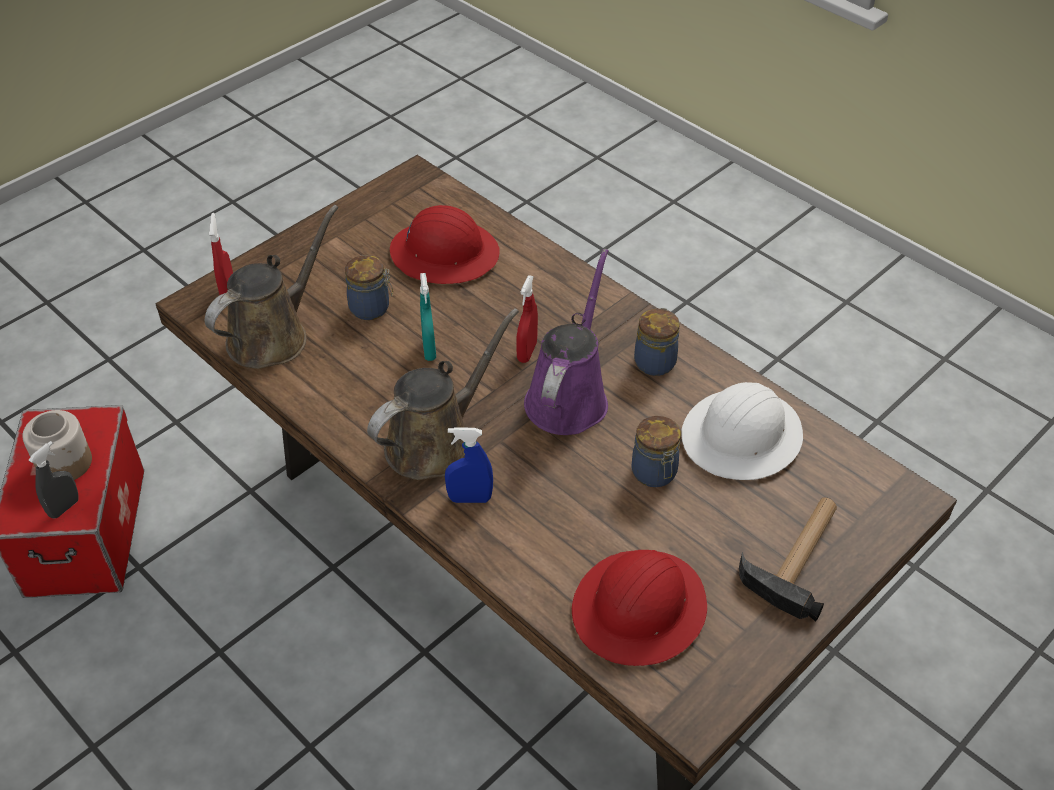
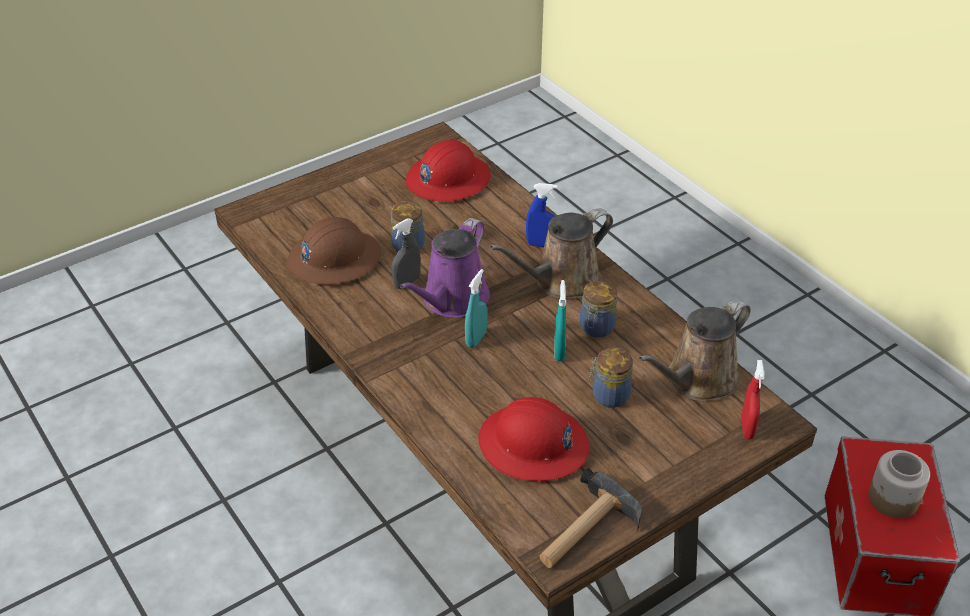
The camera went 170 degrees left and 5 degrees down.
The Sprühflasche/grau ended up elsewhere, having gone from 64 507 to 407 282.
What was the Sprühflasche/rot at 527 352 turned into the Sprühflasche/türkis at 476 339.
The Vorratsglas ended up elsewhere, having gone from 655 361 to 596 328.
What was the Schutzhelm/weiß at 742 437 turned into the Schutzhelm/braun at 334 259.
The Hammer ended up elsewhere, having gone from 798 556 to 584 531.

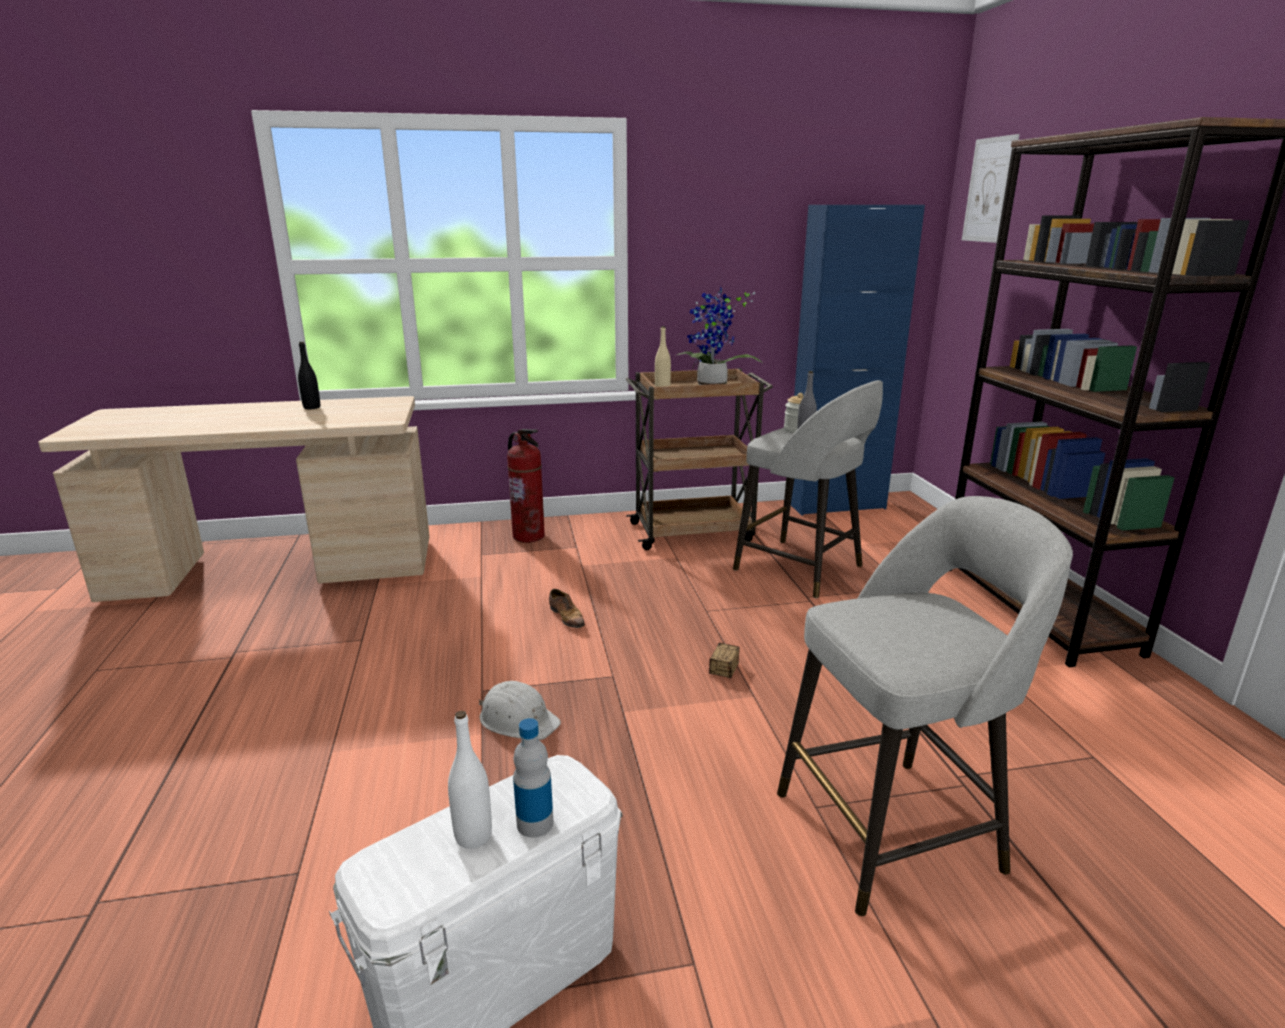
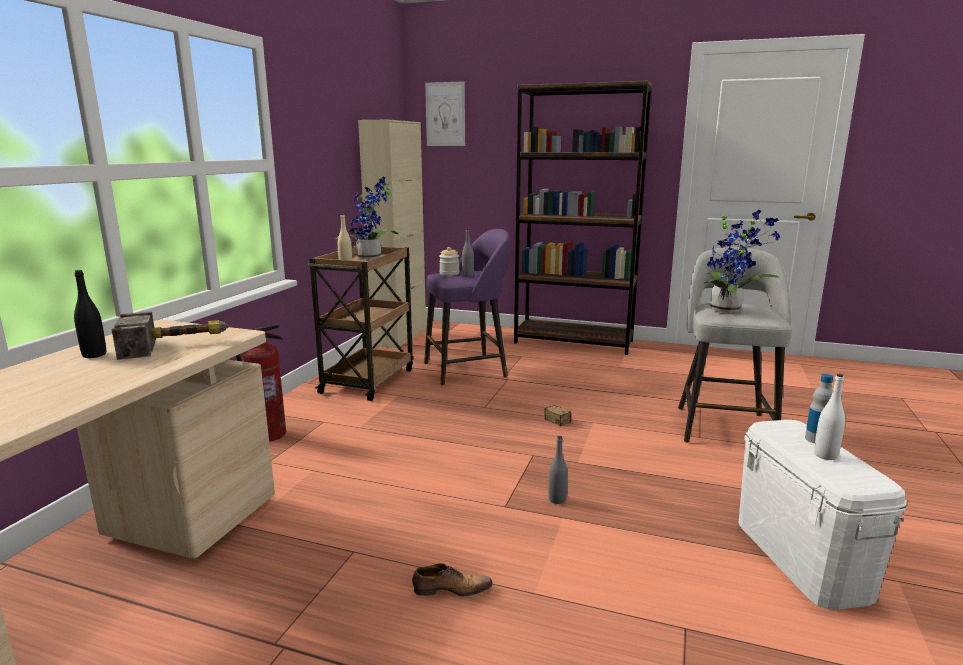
The camera went 60 degrees left and 5 degrees down.
Where the Schutzhelm/weiß stood at 518 720, the Flasche/grau came to stand at 557 499.
The Schuh ended up elsewhere, having gone from 567 617 to 450 589.
What was the Hocker/grau at 801 569 turned into the Hocker/lila at 467 369.
What was the Schrank/blau at 835 505 turned into the Schrank/beige at 399 337.
The second view gained the Hammer at 177 345.
The second view gained the Topfpflanze at 729 310.

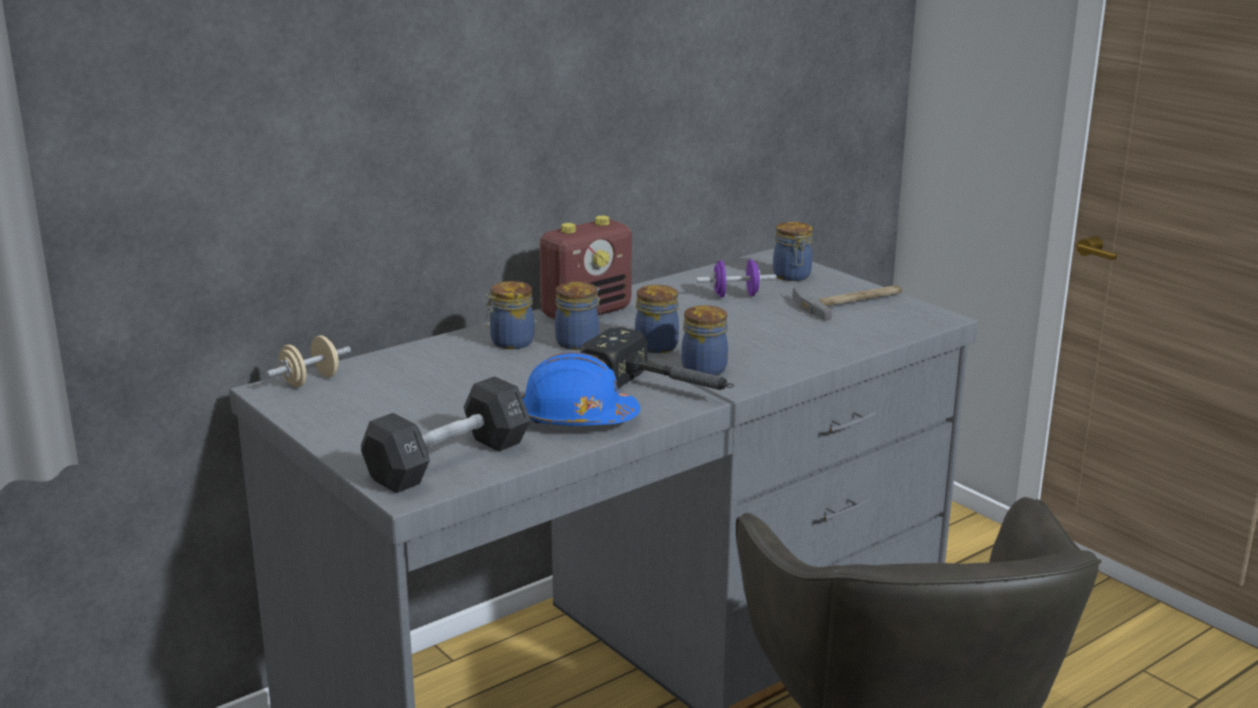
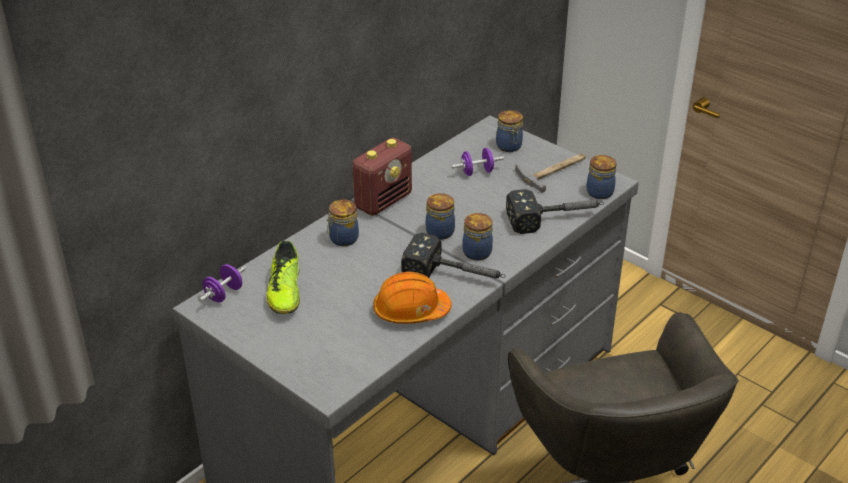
The camera went 10 degrees left and 15 degrees up.
What was the Hantel/beige at 310 381 turned into the Hantel/lila at 224 294.
The second view lost the Hantel/schwarz at 448 461.
What was the Schutzhelm/blau at 576 418 turned into the Schutzhelm/orange at 410 311.
The Vorratsglas ended up elsewhere, having gone from 579 342 to 600 192.
The second view gained the Schuh at 285 291.
The second view gained the Hammer at 556 218.

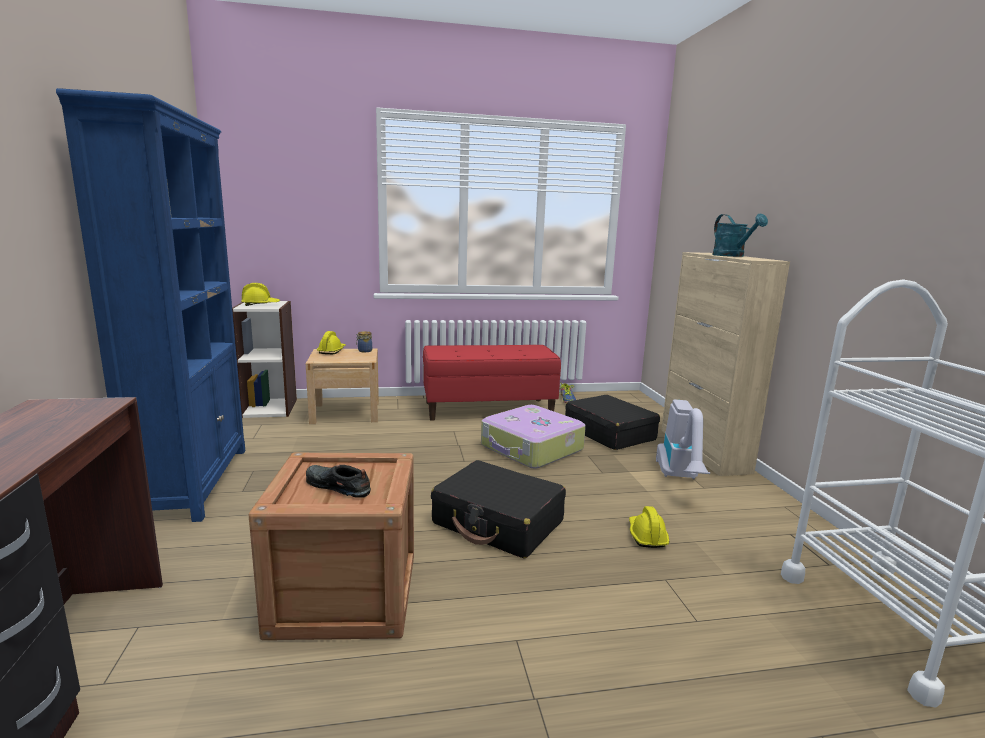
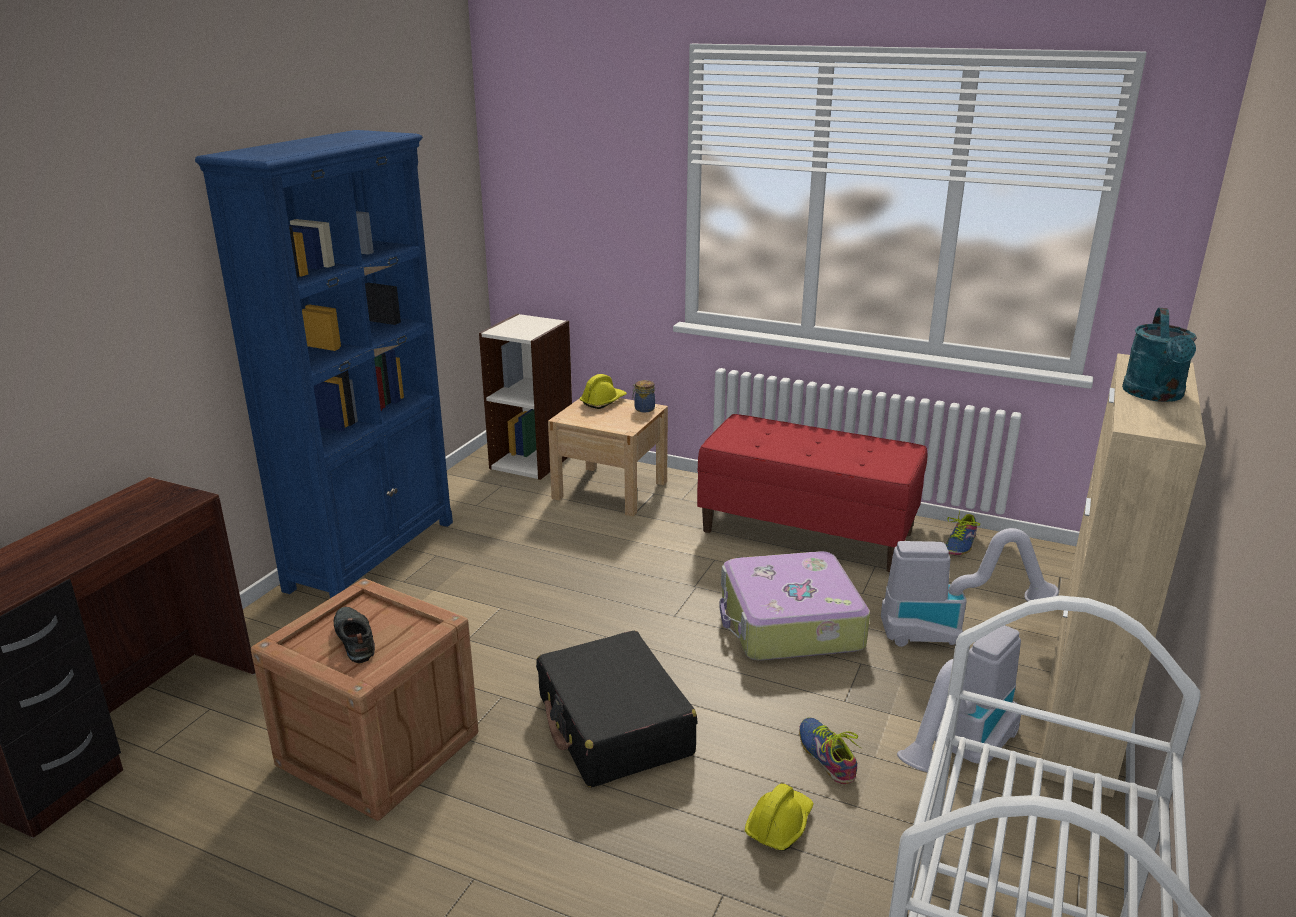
The camera went 35 degrees right and 10 degrees up.
The second view lost the Schutzhelm/gelb at 260 304.
Where the Koffer/schwarz stood at 609 433, the Staubsauger came to stand at 949 632.
The second view gained the Schuh at 826 756.

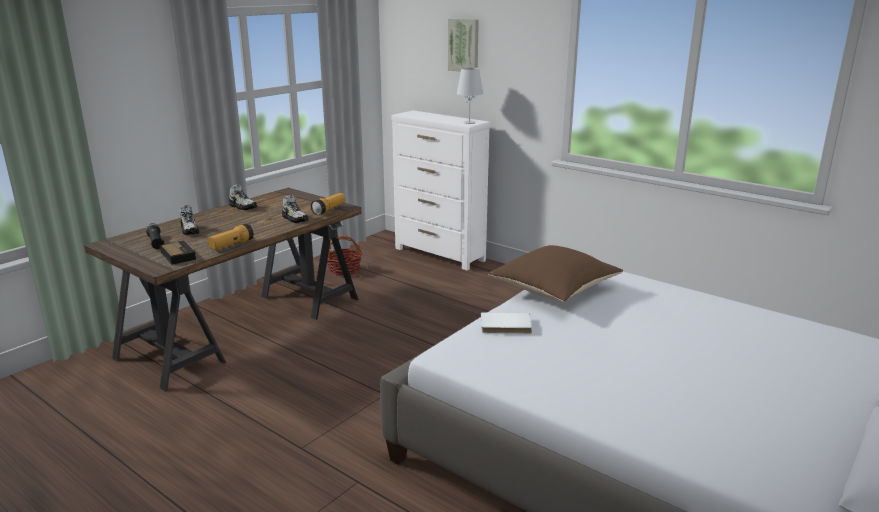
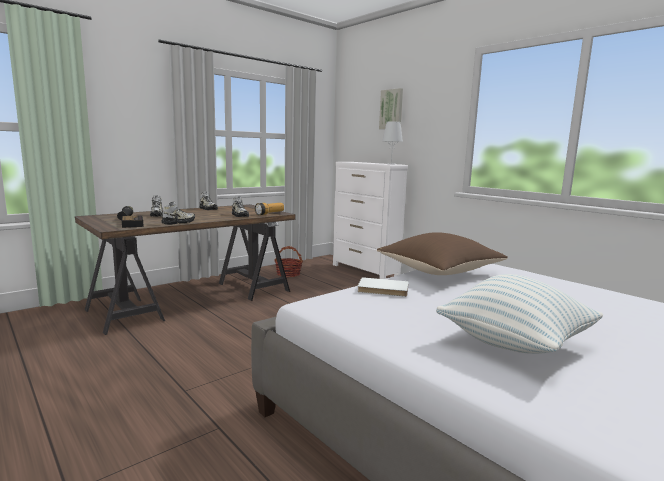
The camera went 10 degrees right and 10 degrees down.
Where the Taschenlampe stood at 231 245, the Schuh came to stand at 178 222.
The second view gained the Kissen at 515 344.

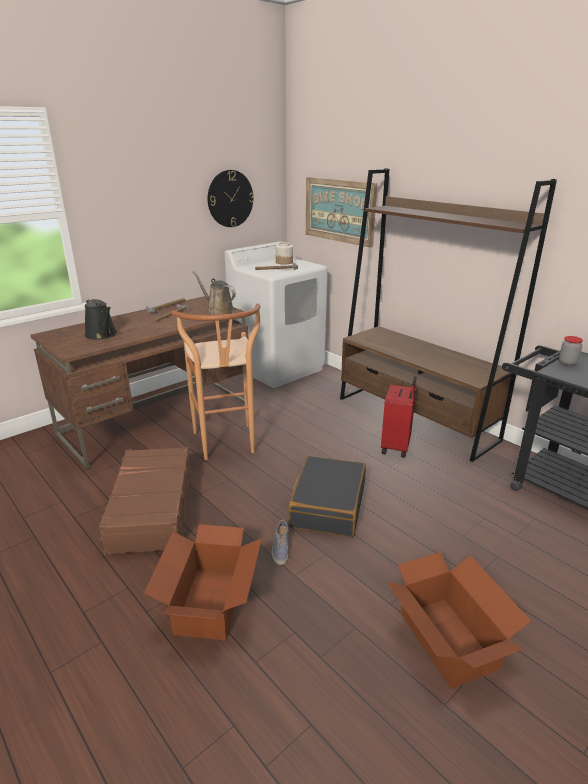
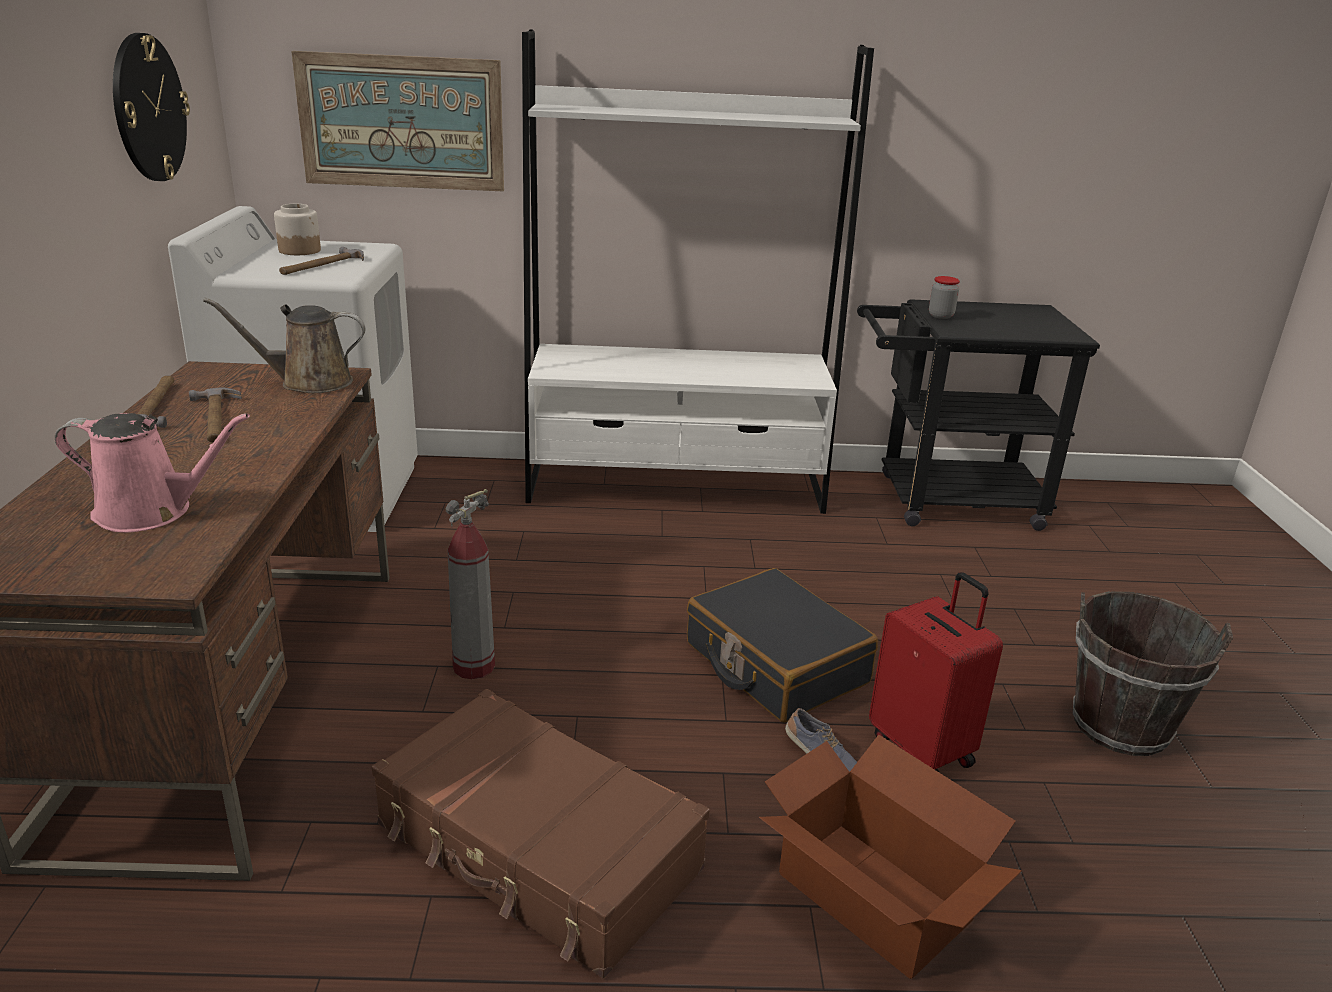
The camera went 50 degrees left and 0 degrees up.
What was the Gießkanne/schwarz at 102 335 turned into the Gießkanne/rosa at 151 512.
Where the Hocker/braun stood at 226 446, the Feuerlöscher came to stand at 473 667.
What was the Bücherregal/braun at 415 419 turned into the Bücherregal/weiß at 676 487.
The Koffer/rot ended up elsewhere, having gone from 396 447 to 923 748.
Where the Karton stood at 447 641, the Eimer/braun came to stand at 1120 726.

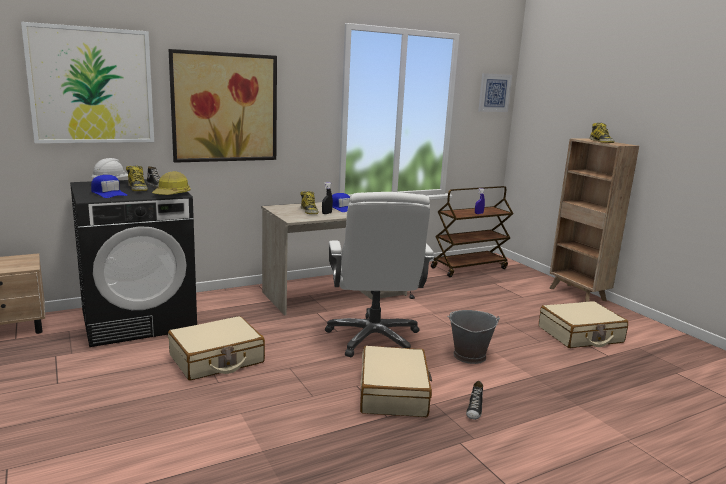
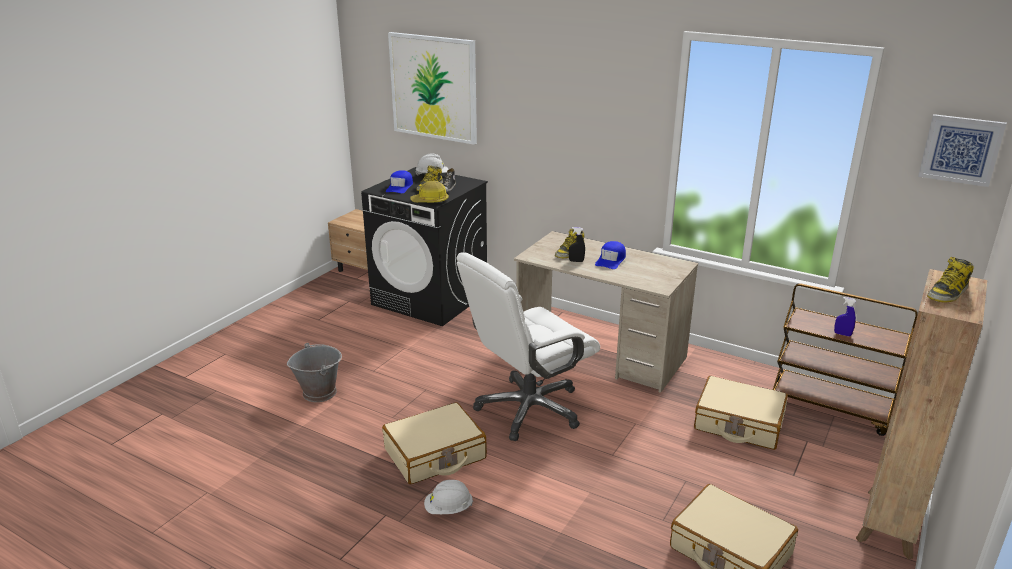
The camera went 60 degrees right and 10 degrees up.
The second view lost the Bild at 225 107.
The Koffer/beige ended up elsewhere, having gone from 217 359 to 738 423.
The Eimer/grau ended up elsewhere, having gone from 469 355 to 319 392.
Where the Schuh stood at 474 410, the Schutzhelm/weiß came to stand at 448 509.

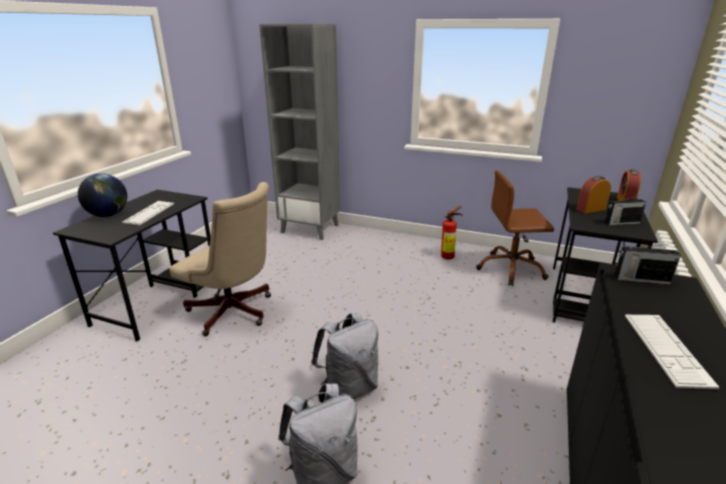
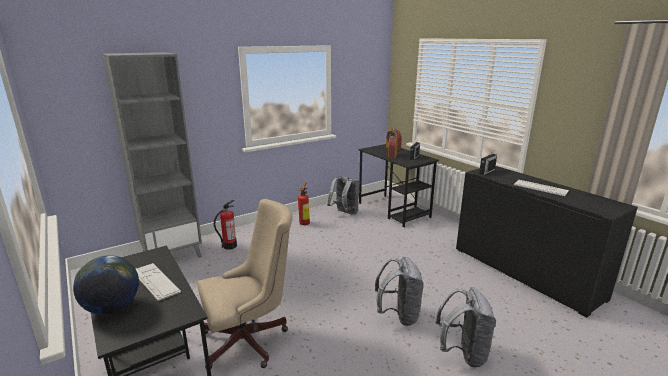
The camera went 55 degrees left and 5 degrees down.
Where the Bürostuhl/braun stood at 511 269, the Rucksack/grau came to stand at 344 213.
The second view gained the Feuerlöscher at 229 246.

